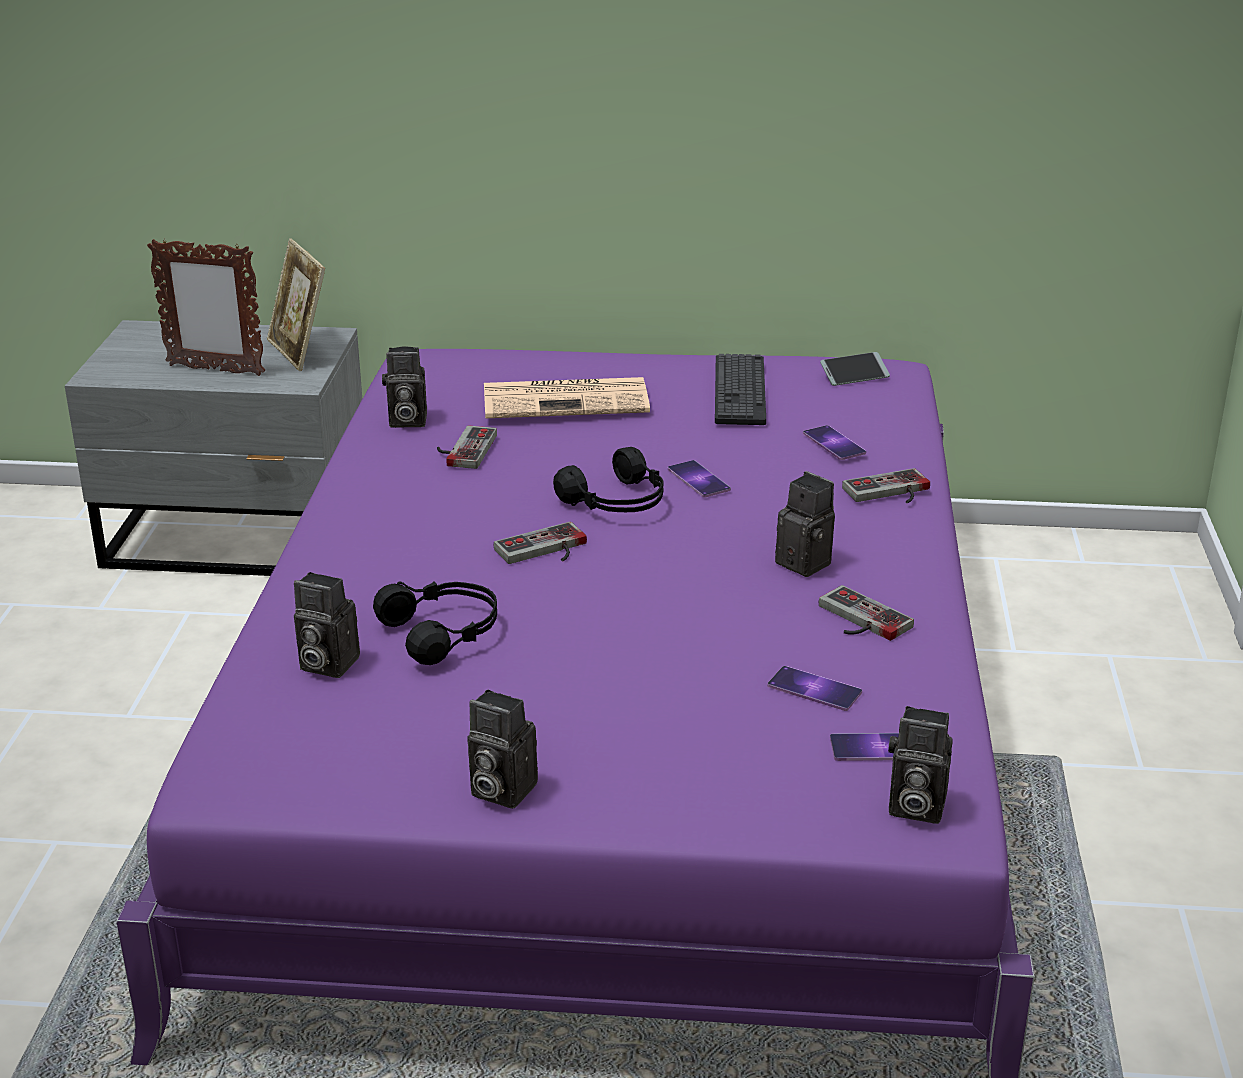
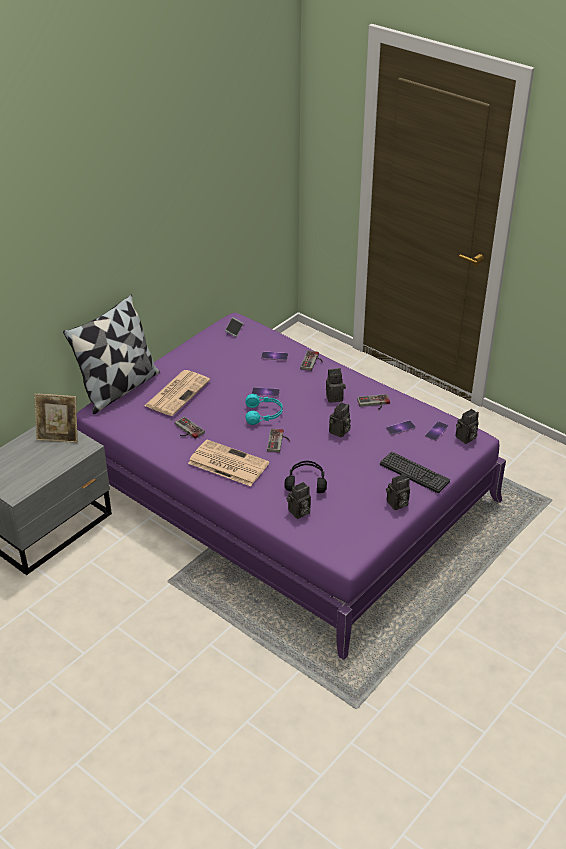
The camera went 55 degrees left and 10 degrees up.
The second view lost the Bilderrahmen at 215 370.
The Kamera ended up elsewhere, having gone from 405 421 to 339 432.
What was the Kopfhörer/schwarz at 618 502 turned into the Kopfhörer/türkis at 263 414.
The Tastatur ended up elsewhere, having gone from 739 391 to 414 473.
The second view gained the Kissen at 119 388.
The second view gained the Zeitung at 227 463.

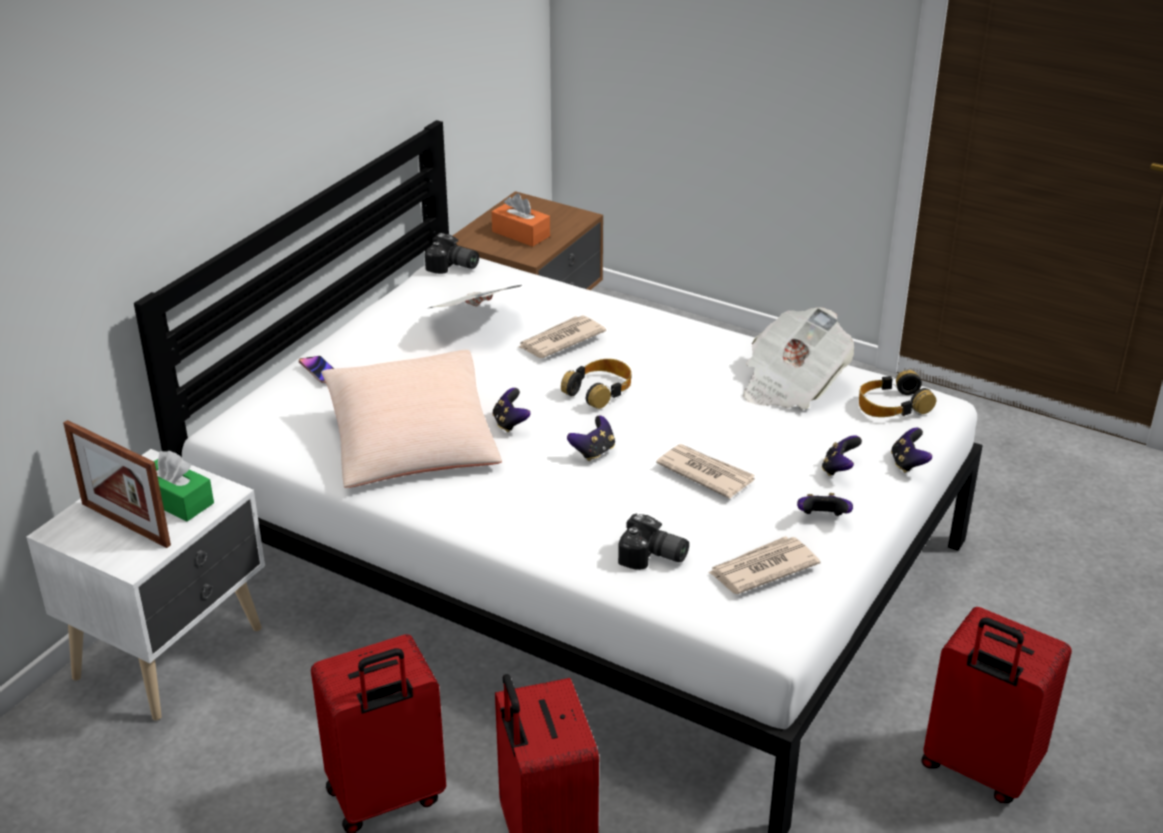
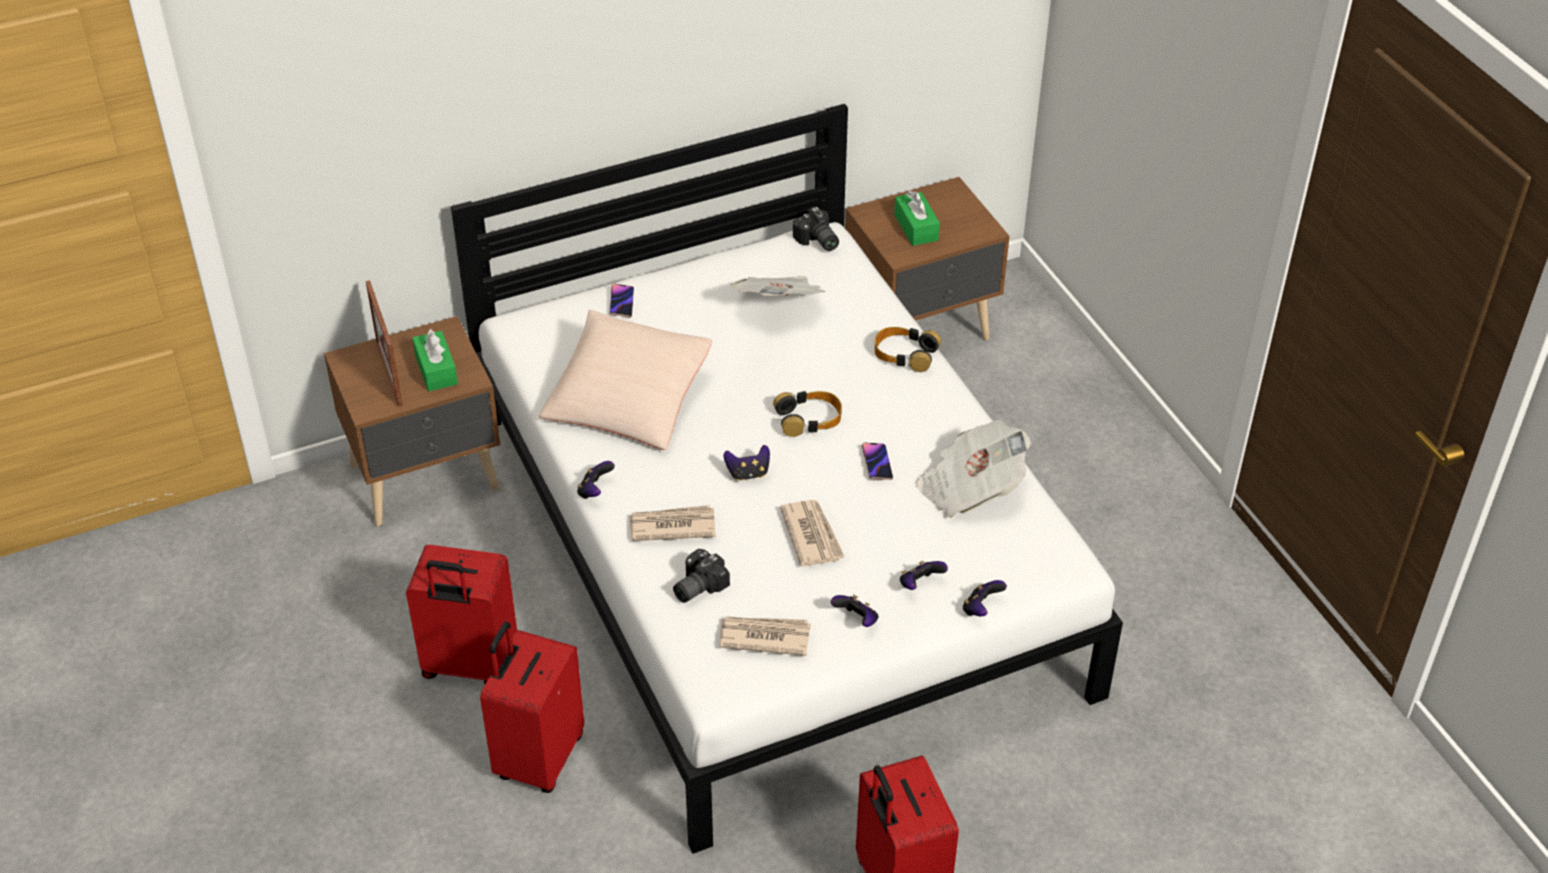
The camera went 35 degrees right and 10 degrees up.
What was the Nachttisch/weiß at 173 653 turned into the Nachttisch/braun at 427 479.
What was the Taschentuchbox/orange at 521 234 turned into the Taschentuchbox/grün at 916 227.
The Gamepad ended up elsewhere, having gone from 510 423 to 595 491.
The Zeitung ended up elsewhere, having gone from 560 340 to 672 526.
The Kamera at 653 558 ended up facing another way, 75 degrees clockwise from before.
The Kopfhörer ended up elsewhere, having gone from 893 405 to 905 354.
The second view gained the Handy at 877 463.

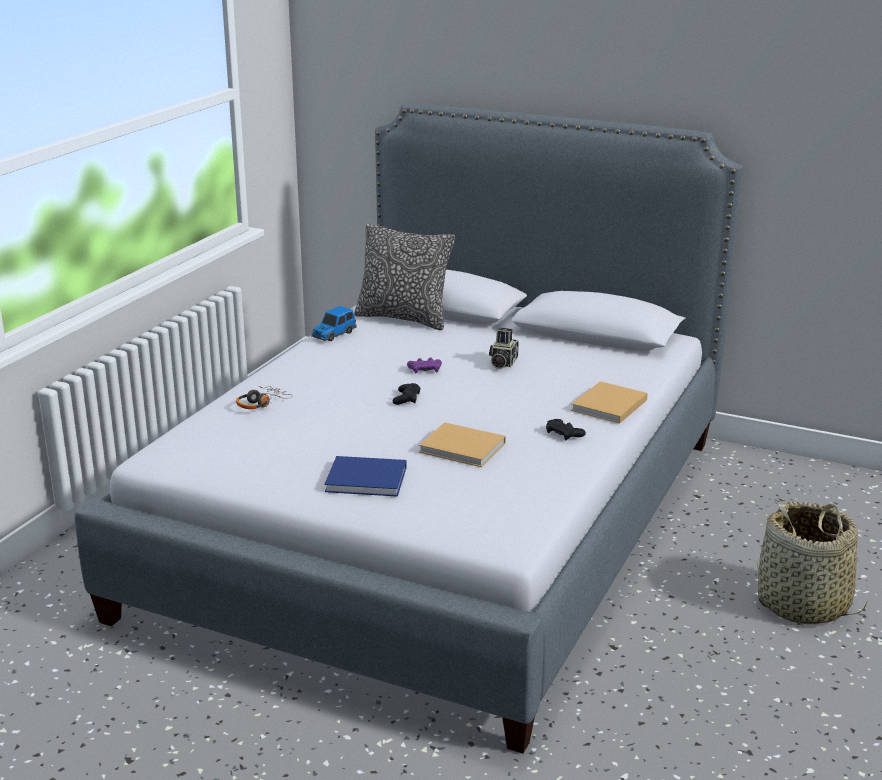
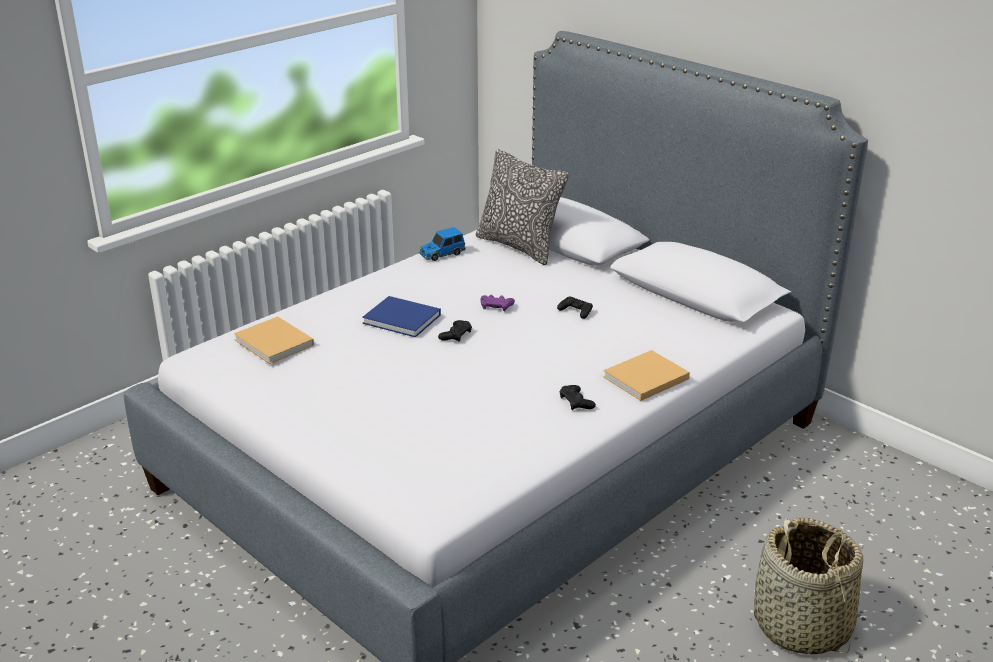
The camera went 20 degrees right and 5 degrees up.
The second view lost the Kopfhörer at 261 403.
The Buch/blau ended up elsewhere, having gone from 369 479 to 403 319.
The Buch/beige ended up elsewhere, having gone from 464 448 to 275 343.
Where the Kamera stood at 502 363, the Gamepad/schwarz came to stand at 576 311.

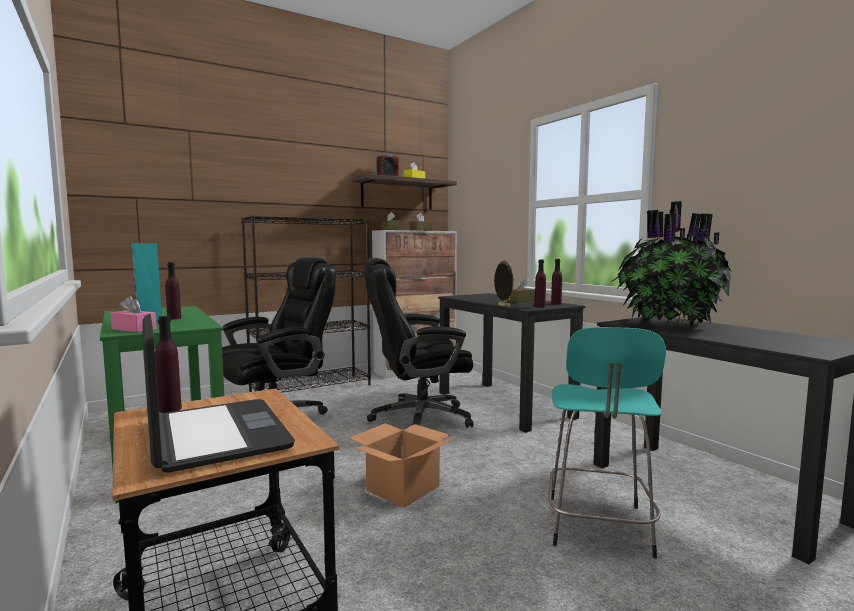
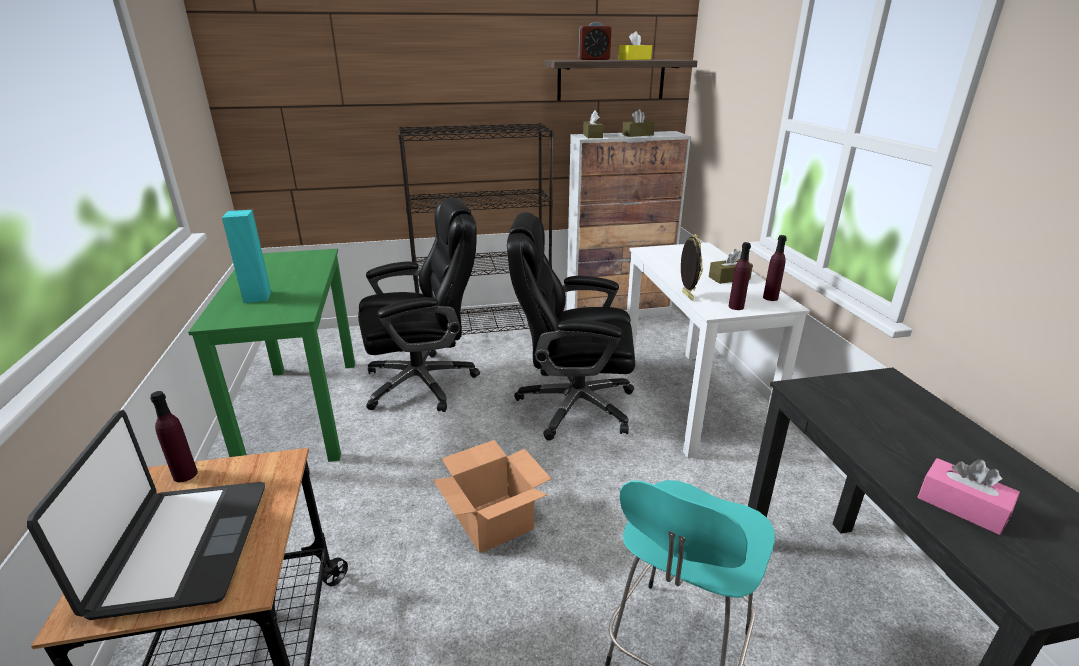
The camera went 20 degrees right and 20 degrees up.
The Taschentuchbox/rosa ended up elsewhere, having gone from 134 329 to 961 506.
The second view lost the Flasche/lila at 174 318.
What was the Schreibtisch/schwarz at 504 405 turned into the Schreibtisch/weiß at 691 399.
The second view lost the Topfpflanze at 667 324.

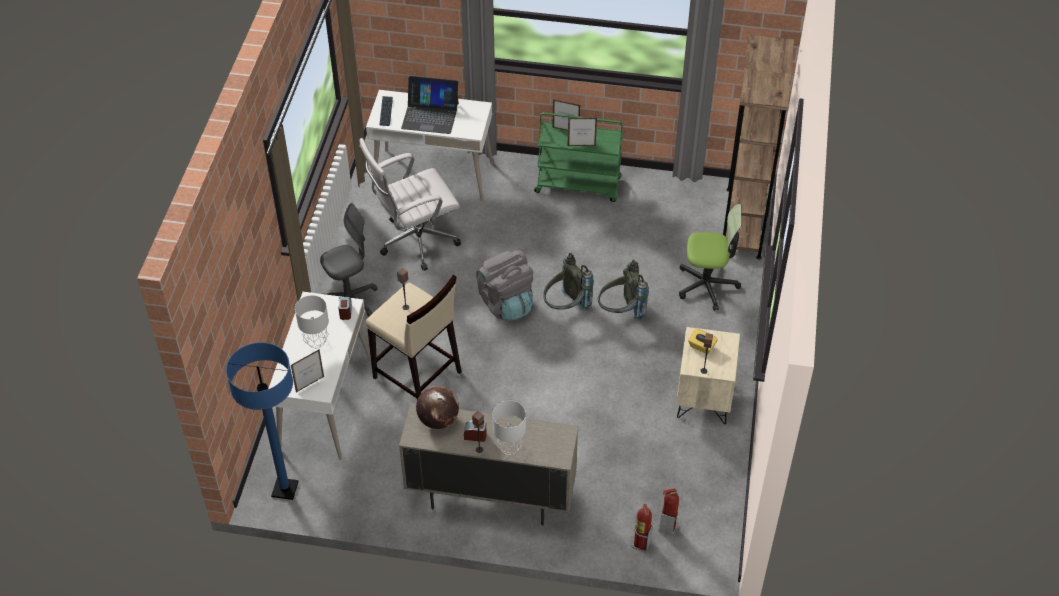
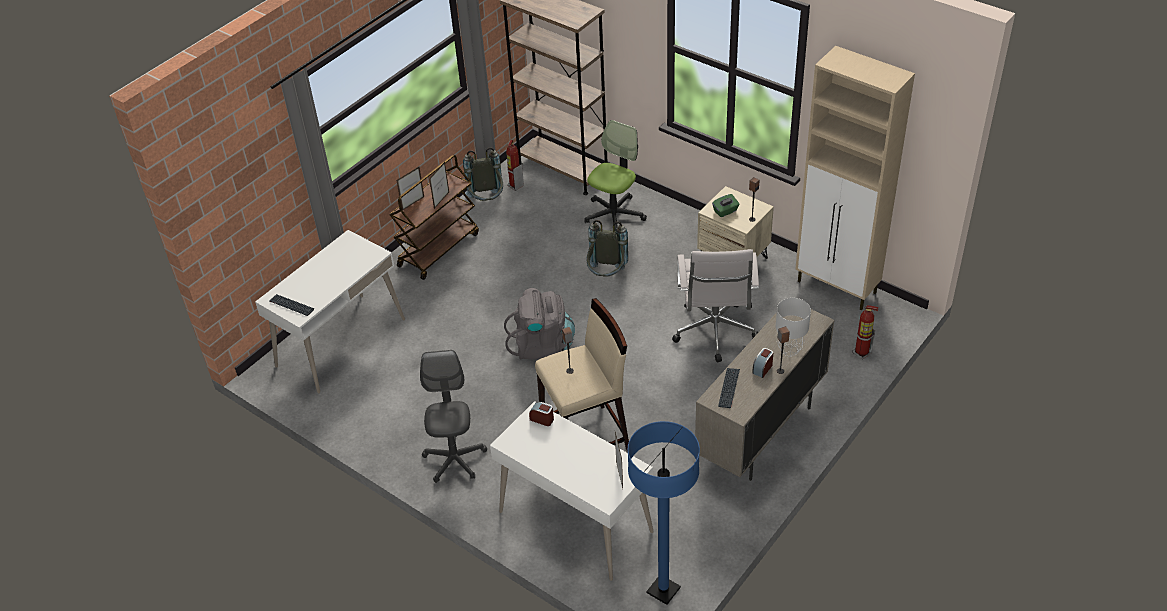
The camera went 60 degrees left and 5 degrees down.
The second view lost the Tischlampe/grau at 315 342.
The Bürostuhl/weiß ended up elsewhere, having gone from 415 242 to 715 334.
The second view lost the Laptop at 430 115.
Where the Globus stood at 438 420, the Tastatur came to stand at 729 388.
What was the Rollwagen/grün at 578 185 turned into the Rollwagen/braun at 438 249.
The Rucksack/grau ended up elsewhere, having gone from 565 307 to 487 202.
The Feuerlöscher ended up elsewhere, having gone from 667 527 to 515 185.
What was the Taschentuchbox/gelb at 701 346 turned into the Taschentuchbox/grün at 725 211.
The second view gained the Schrank/beige at 837 287.

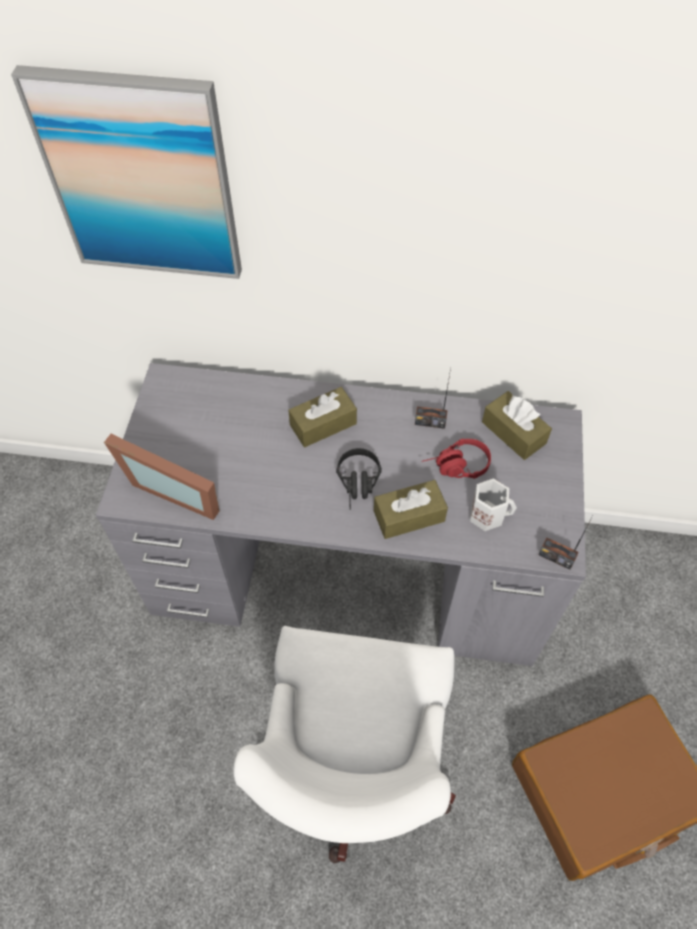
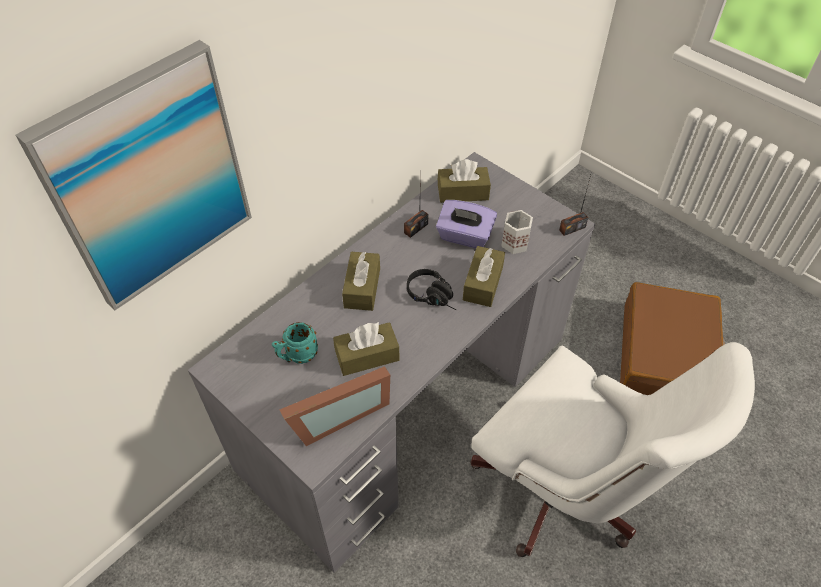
The camera went 55 degrees left and 5 degrees down.
Where the Kopfhörer/rot stood at 455 467, the Taschentuchbox/lila came to stand at 464 236.
The second view gained the Henkelbecher/türkis at 297 356.
The second view gained the Taschentuchbox/braun at 367 356.

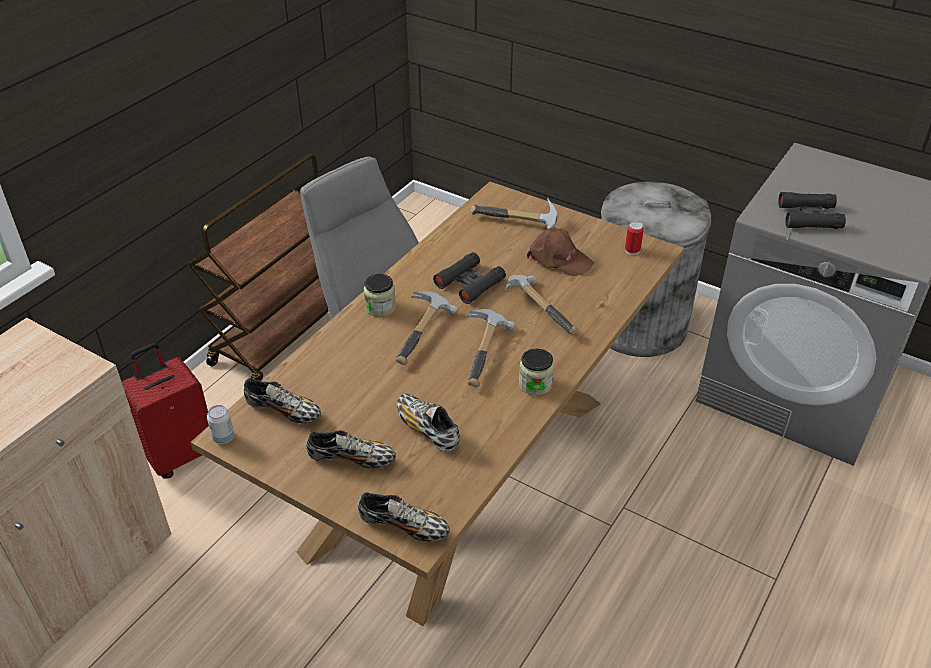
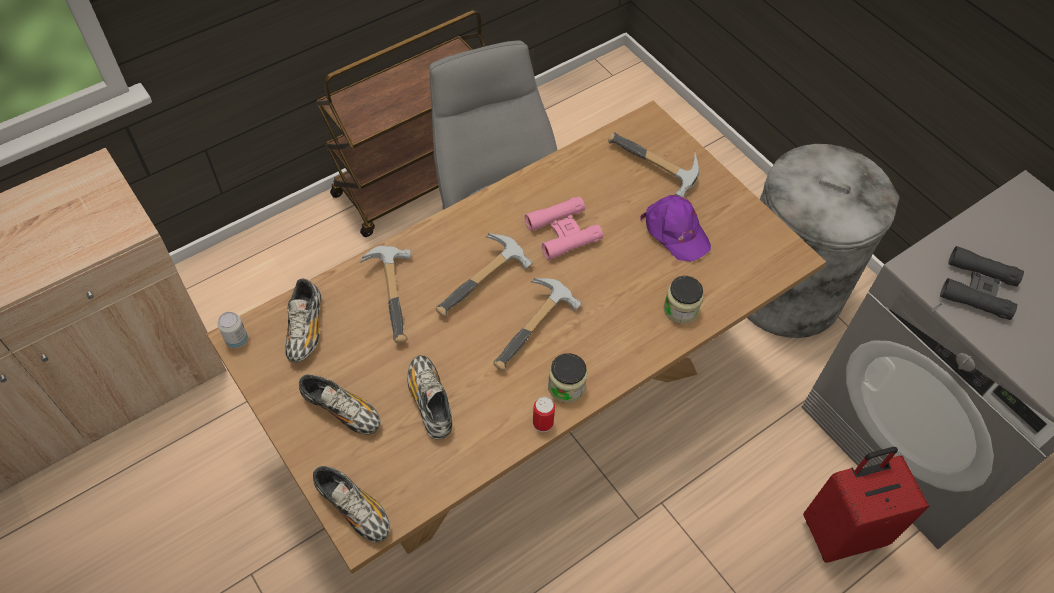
The camera went 20 degrees right and 15 degrees up.
The Koffer/rot ended up elsewhere, having gone from 181 454 to 841 532.
The Schuh at 284 411 ended up facing another way, 45 degrees clockwise from before.
The Vorratsglas ended up elsewhere, having gone from 380 307 to 680 309.
What was the Fernglas/schwarz at 470 283 turned into the Fernglas/rosa at 563 232.
The Hammer ended up elsewhere, having gone from 543 308 to 397 295.
What was the Kappe/braun at 559 259 turned into the Kappe/lila at 675 231.
The Dose ended up elsewhere, having gone from 632 250 to 543 423.

